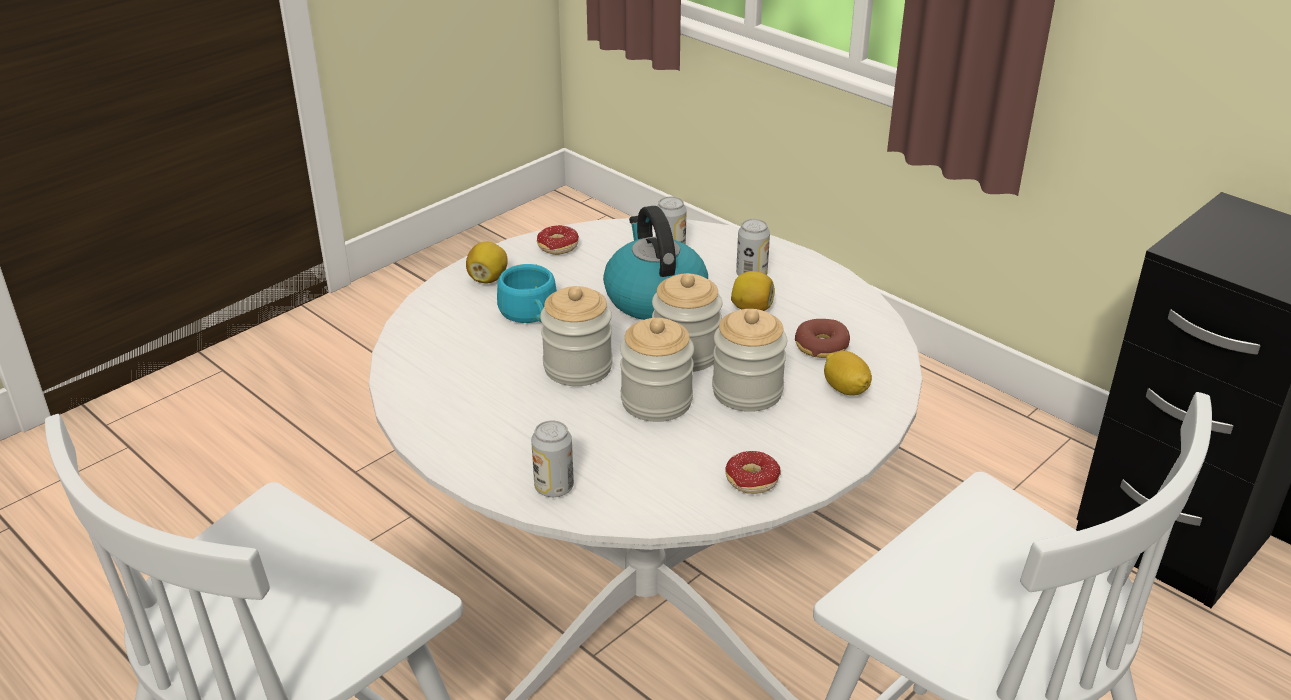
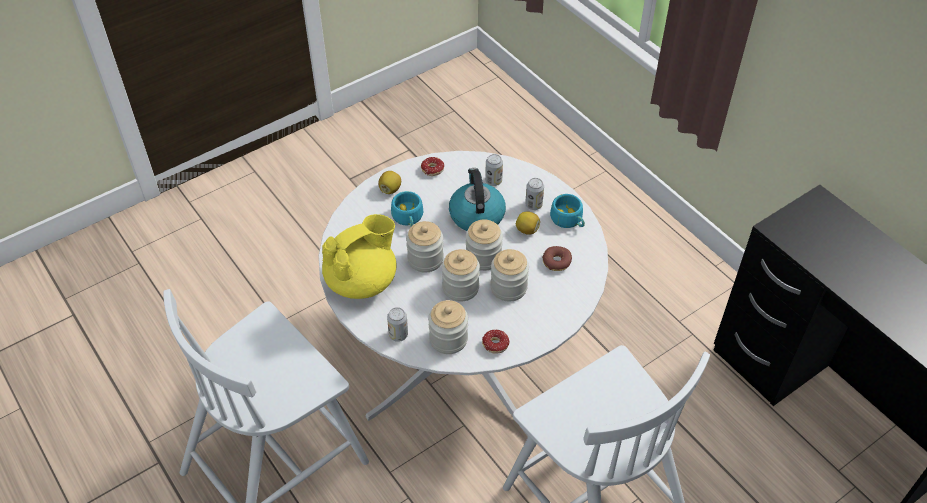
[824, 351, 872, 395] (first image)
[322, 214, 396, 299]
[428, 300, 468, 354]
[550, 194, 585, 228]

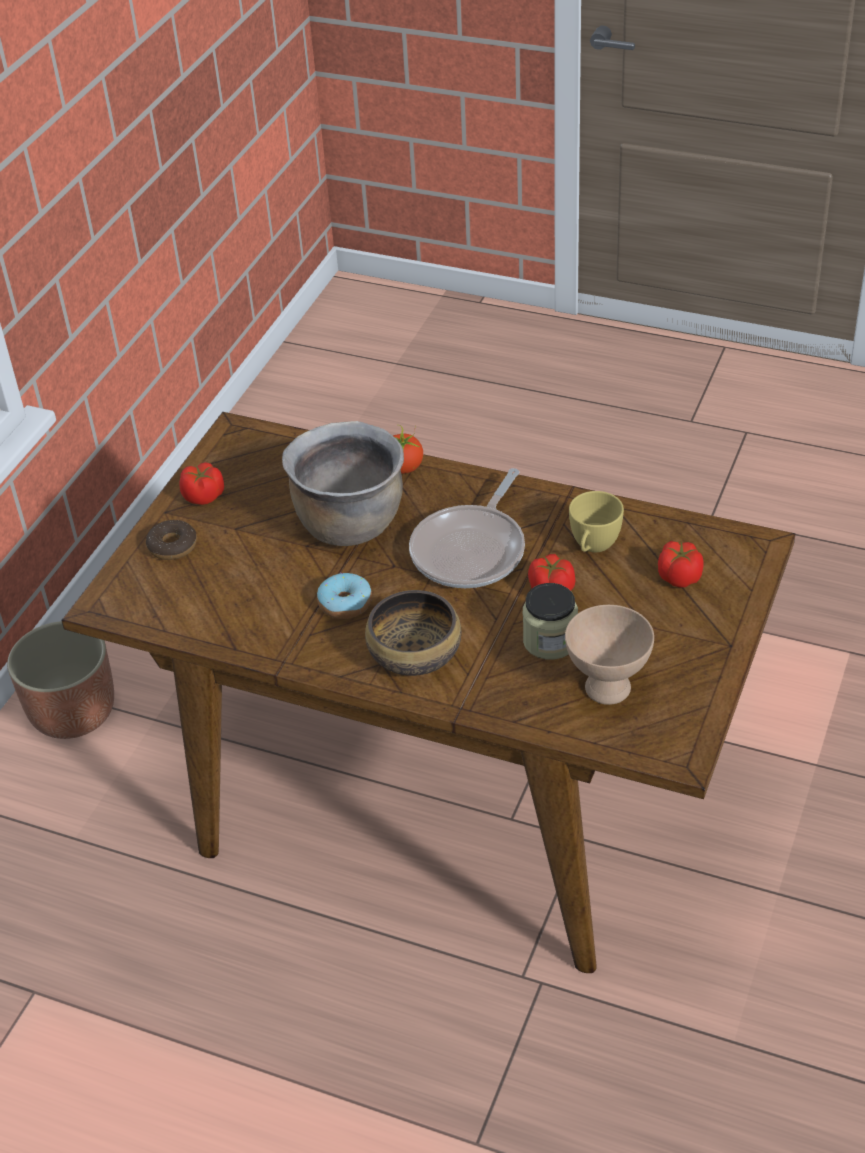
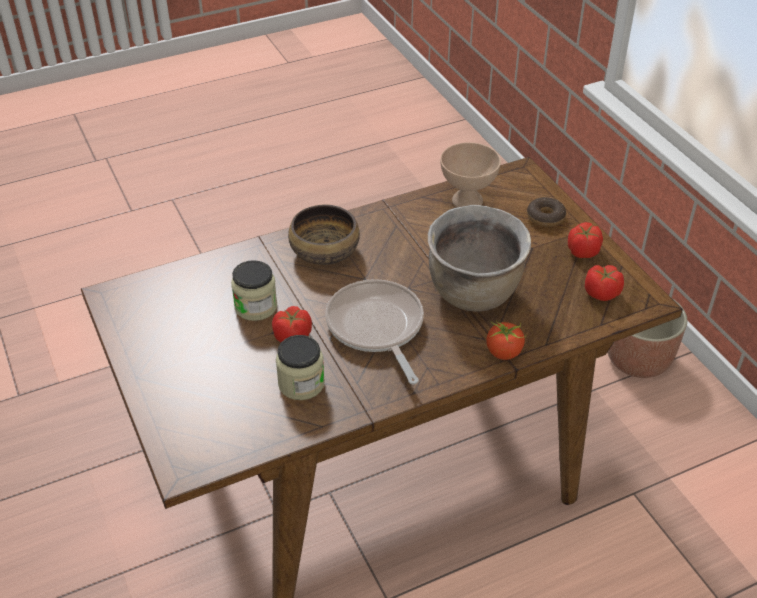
[317, 572, 372, 619] (first image)
[440, 142, 501, 207]
[585, 265, 624, 301]
[276, 335, 325, 400]

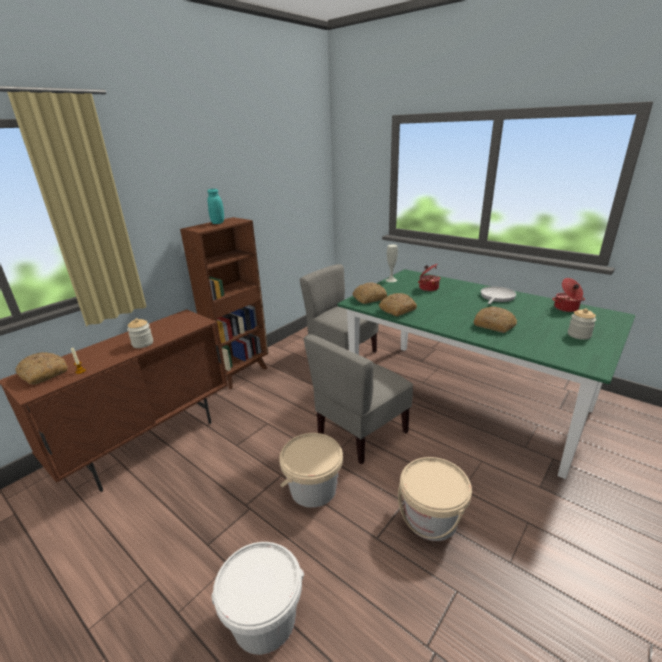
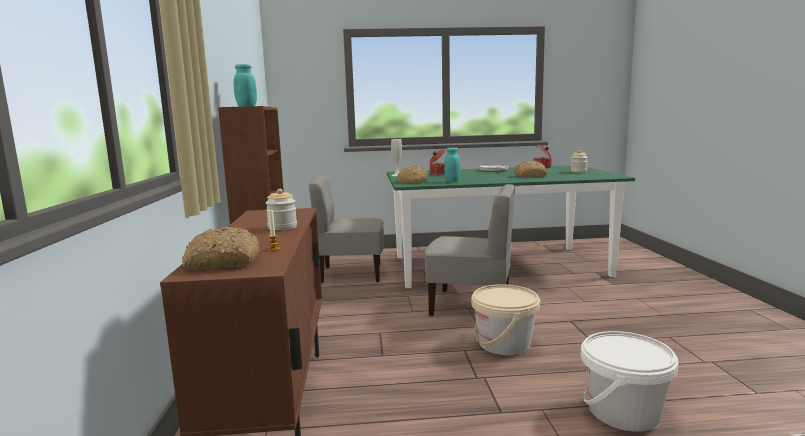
[398, 457, 472, 541] (first image)
[444, 147, 461, 182]
[425, 184, 515, 316]

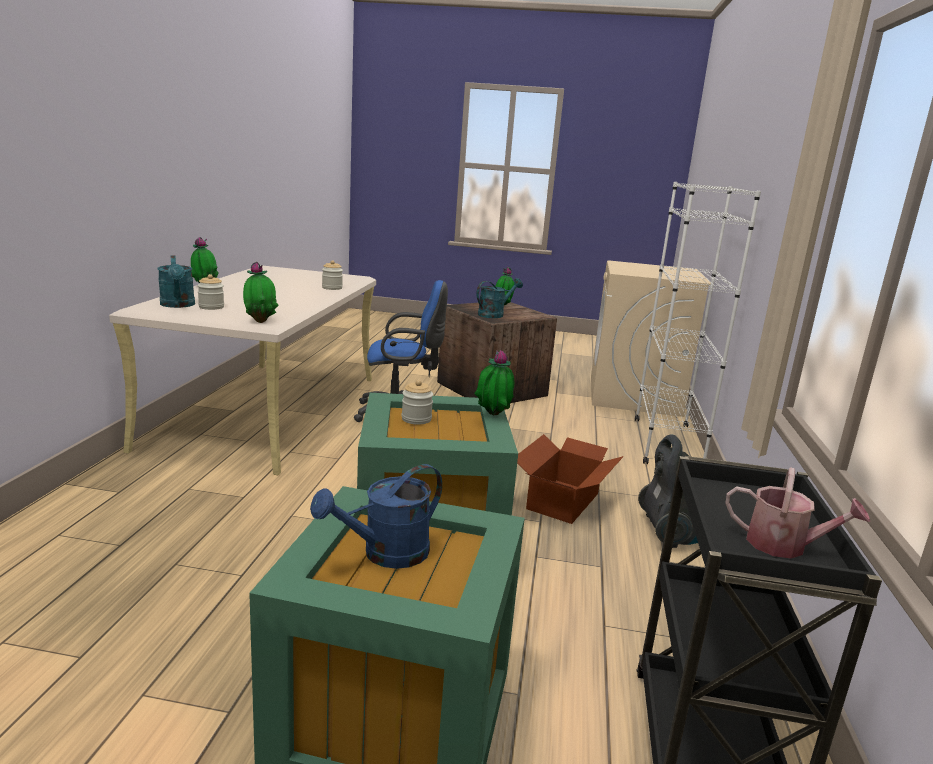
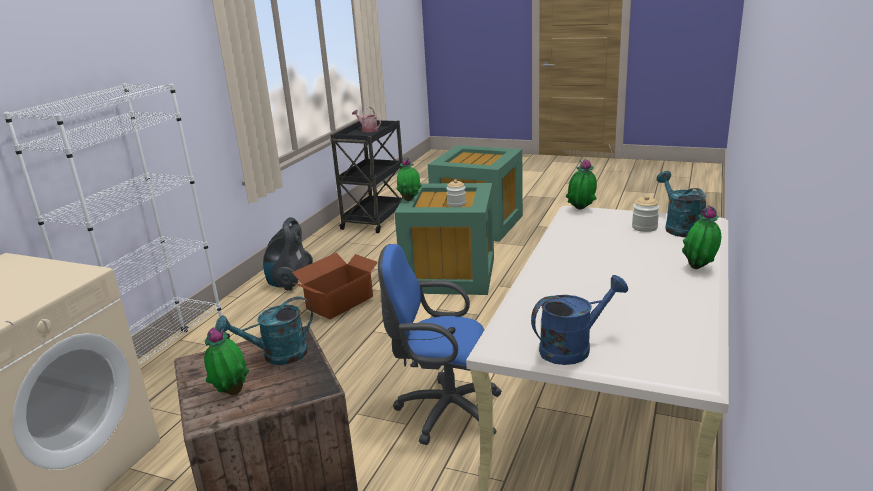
[322, 260, 343, 290] (first image)
[531, 275, 628, 365]

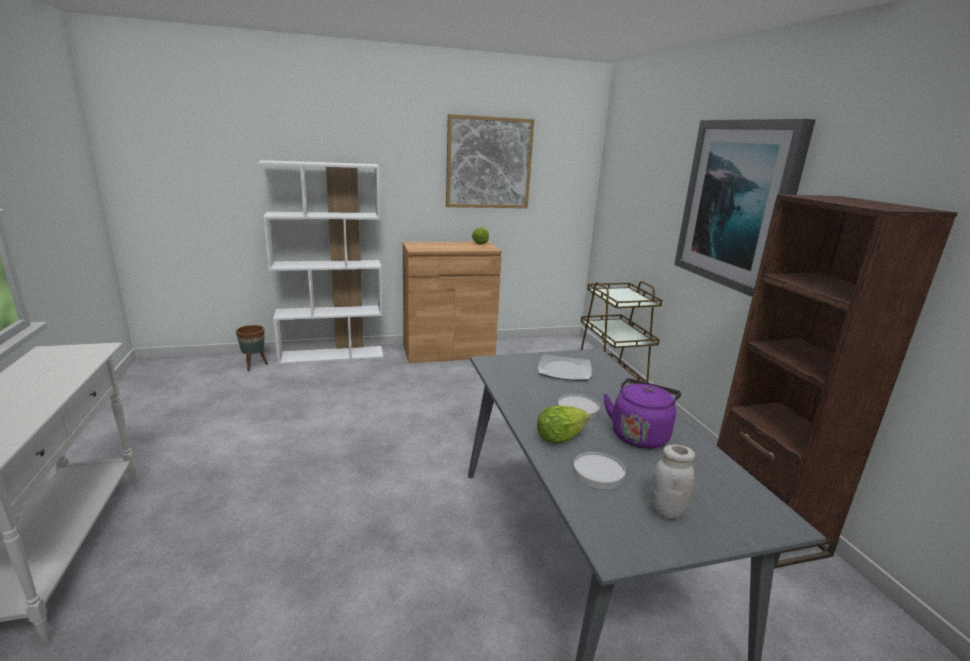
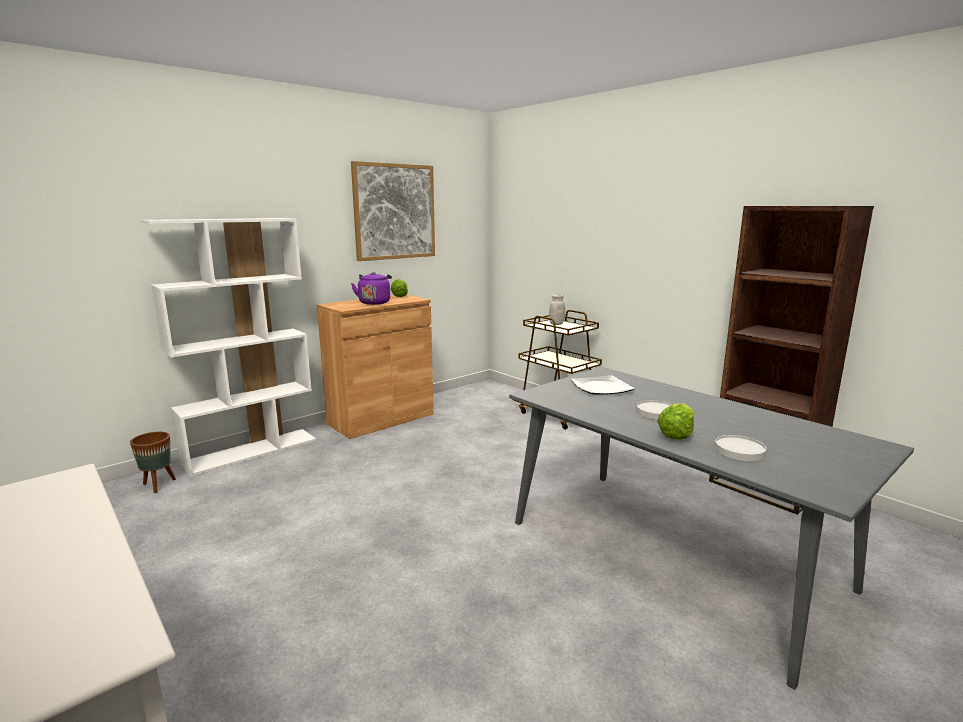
[674, 119, 815, 297] (first image)
[351, 272, 392, 305]
[549, 294, 565, 325]

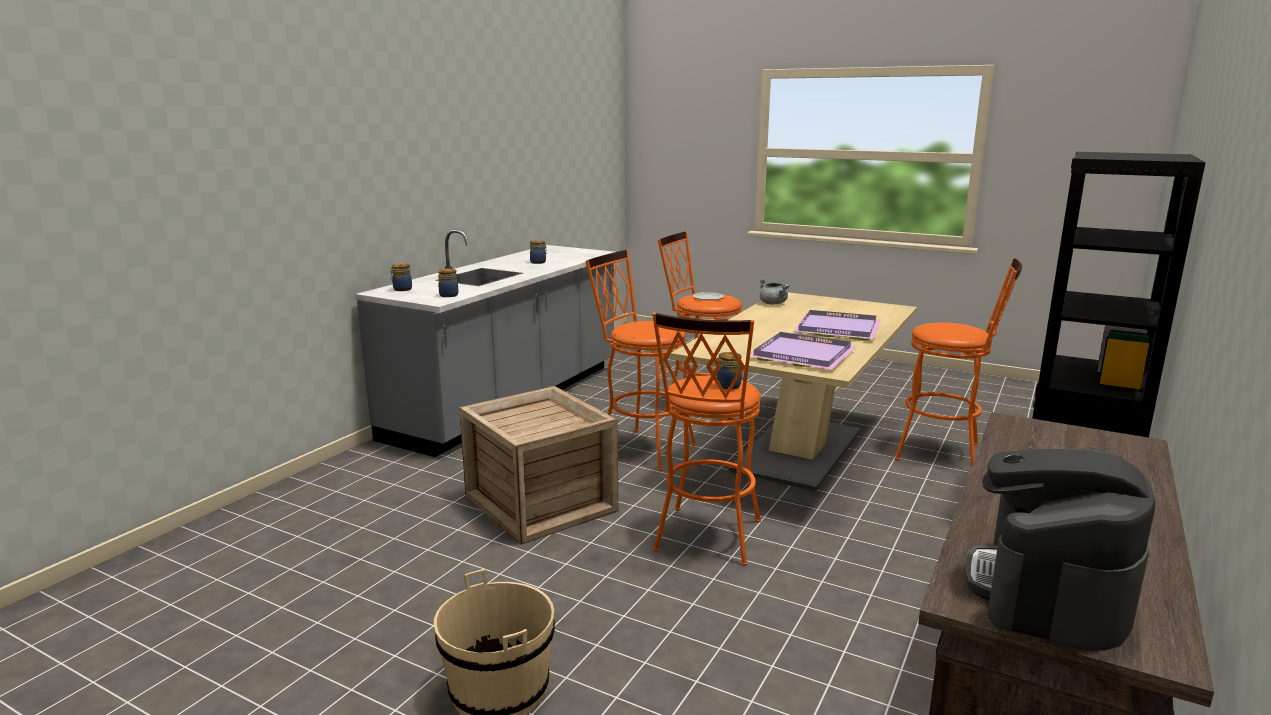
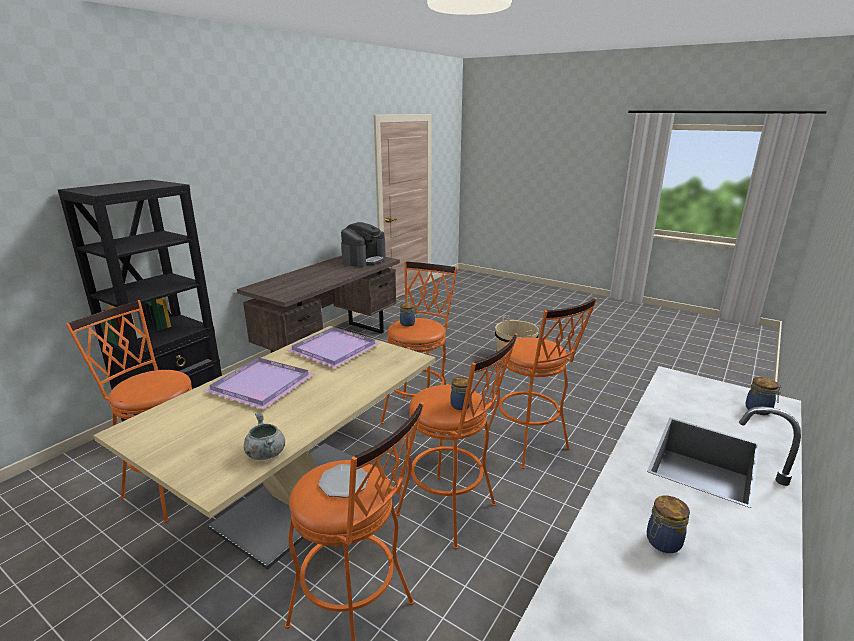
[450, 377, 471, 410]
[484, 298, 597, 469]

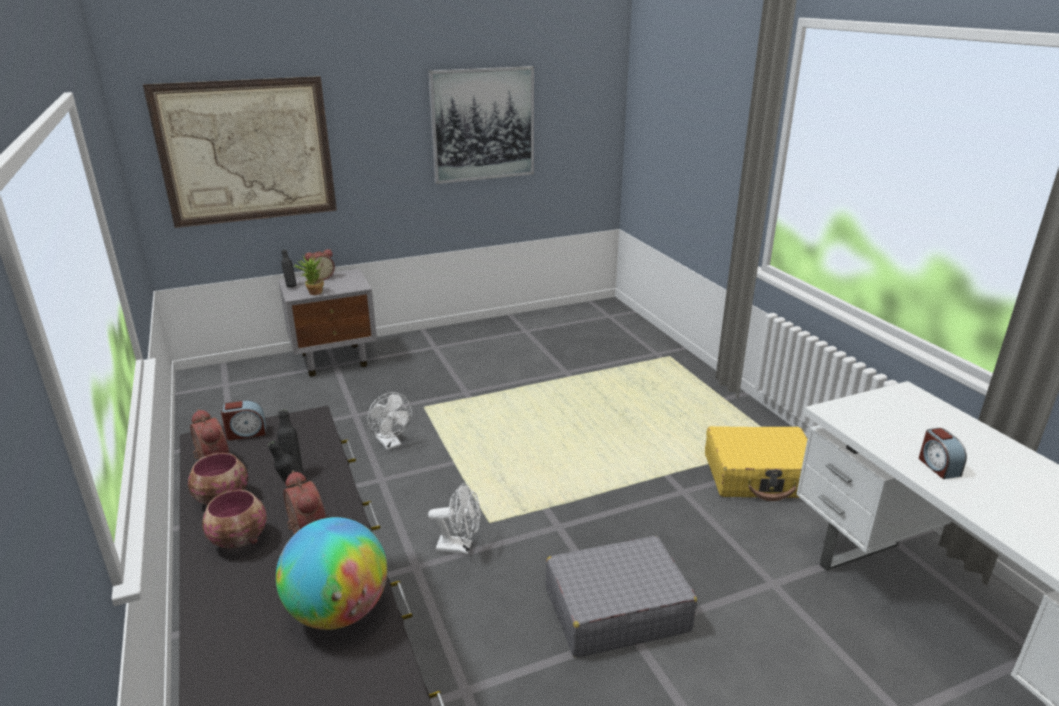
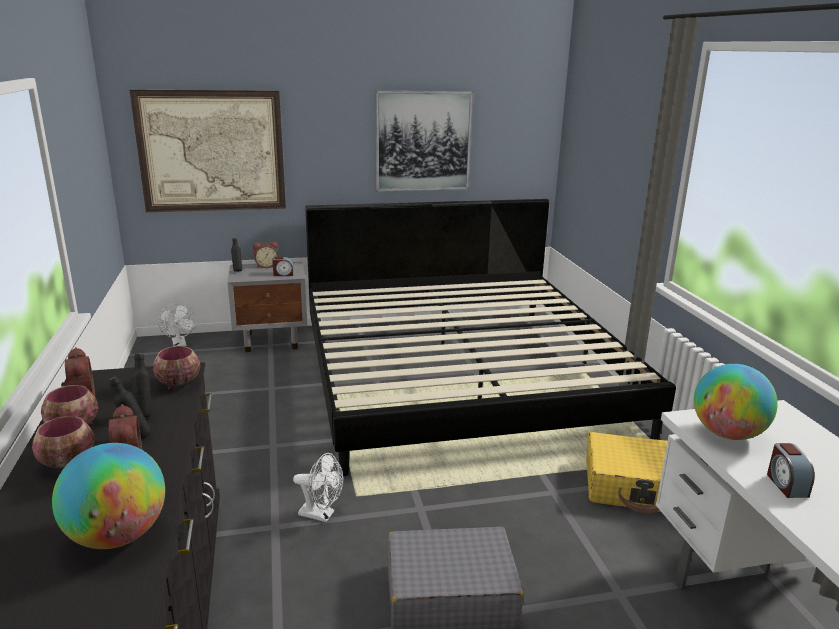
[293, 255, 324, 295] (first image)
[153, 346, 200, 390]
[305, 199, 676, 476]
[694, 364, 778, 440]
[272, 257, 294, 276]
[158, 303, 196, 346]

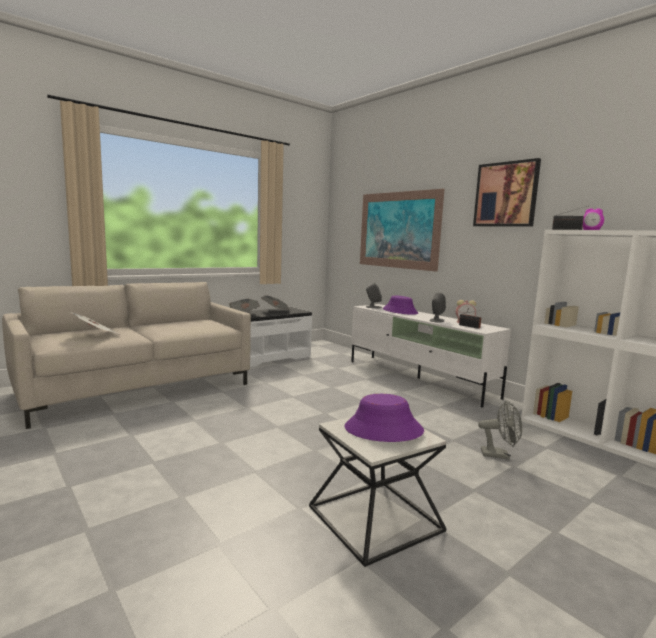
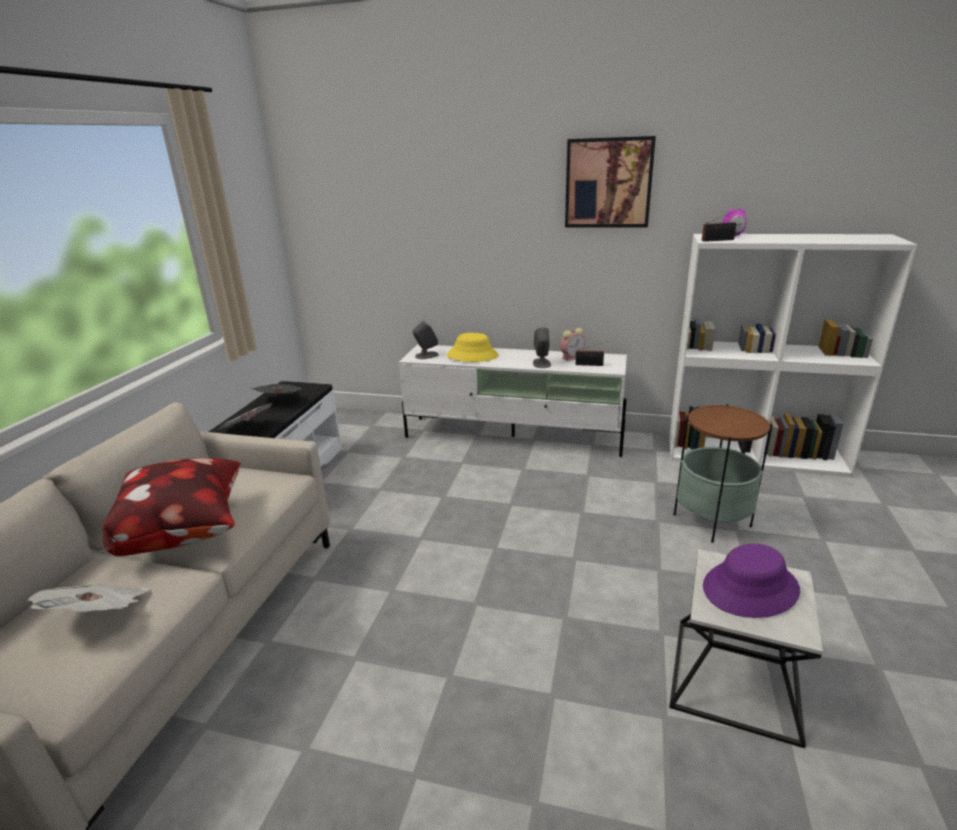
[360, 189, 444, 272] (first image)
[103, 458, 241, 556]
[674, 404, 772, 543]
[447, 333, 499, 362]

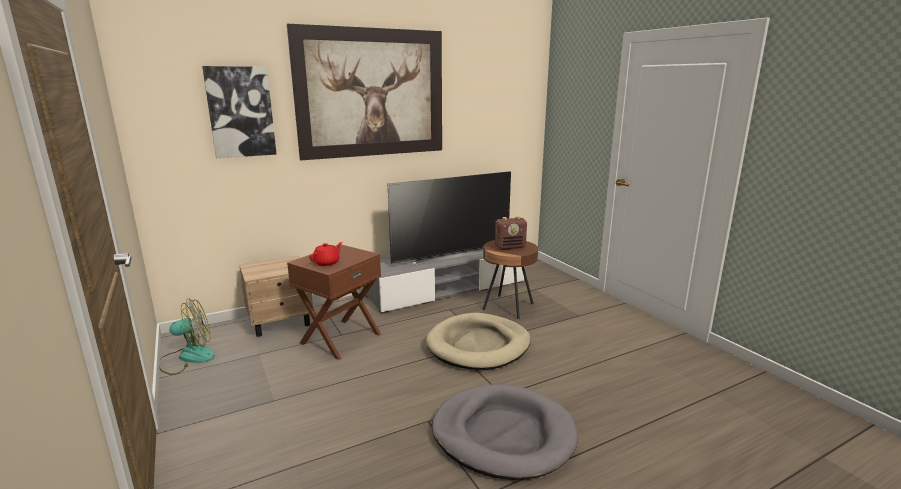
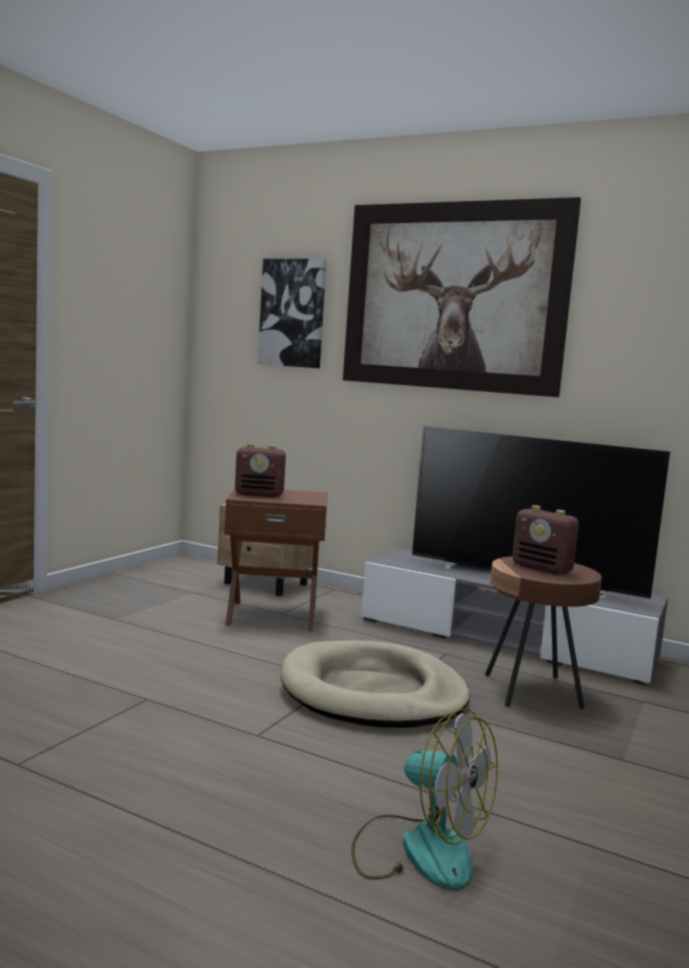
[432, 384, 578, 480] (first image)
[351, 709, 498, 891]
[235, 444, 286, 497]

